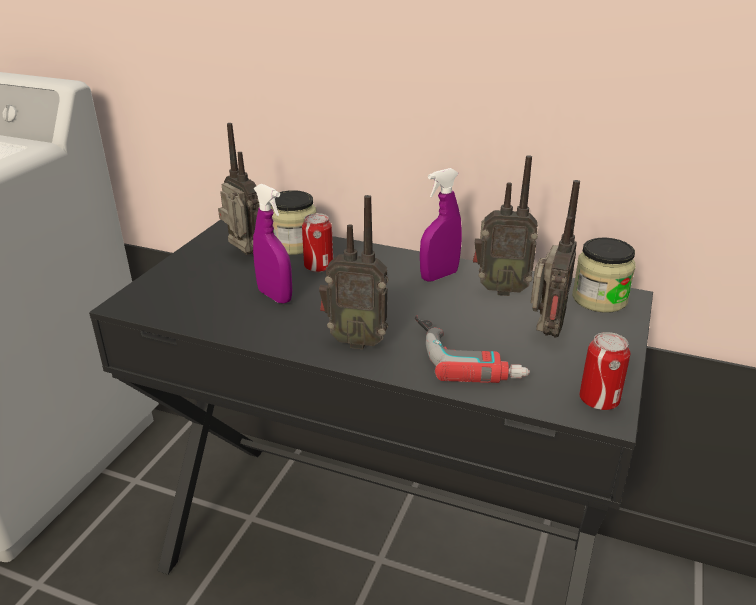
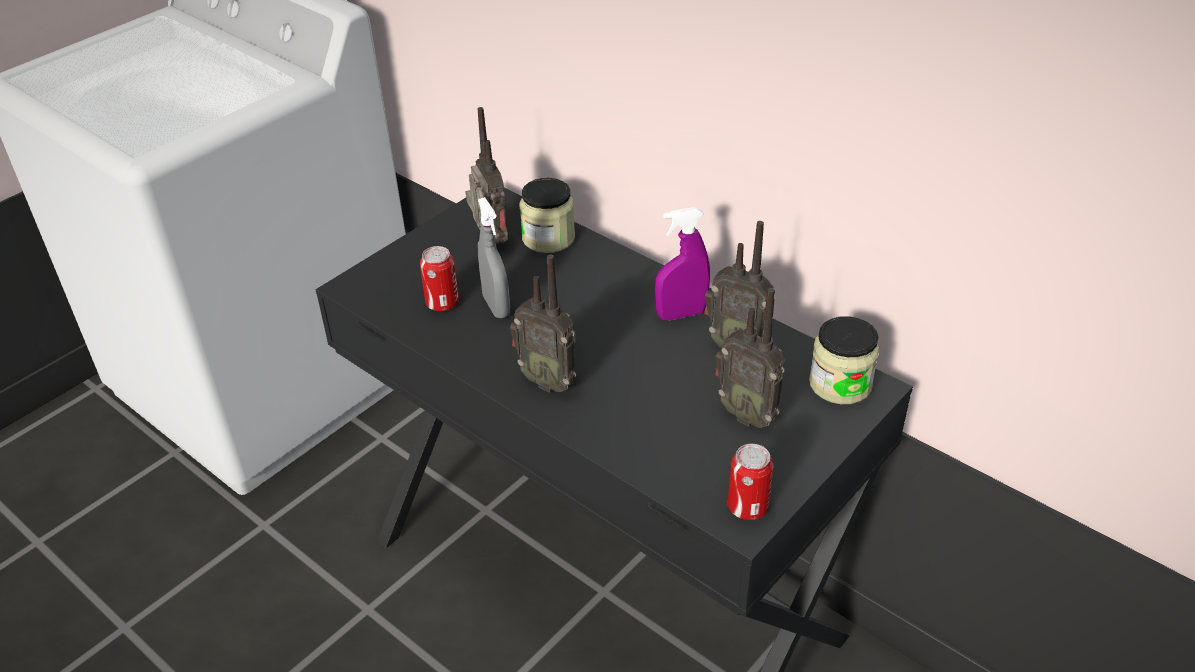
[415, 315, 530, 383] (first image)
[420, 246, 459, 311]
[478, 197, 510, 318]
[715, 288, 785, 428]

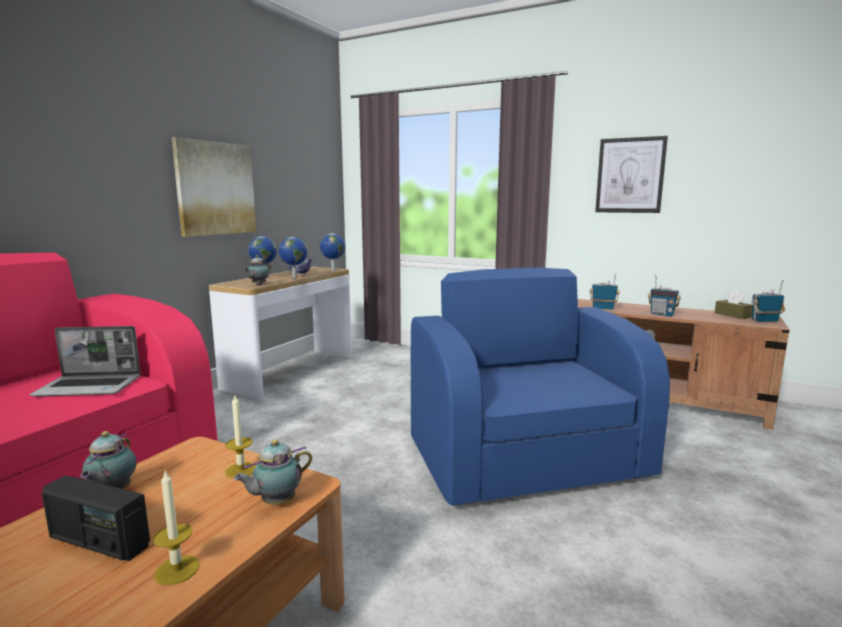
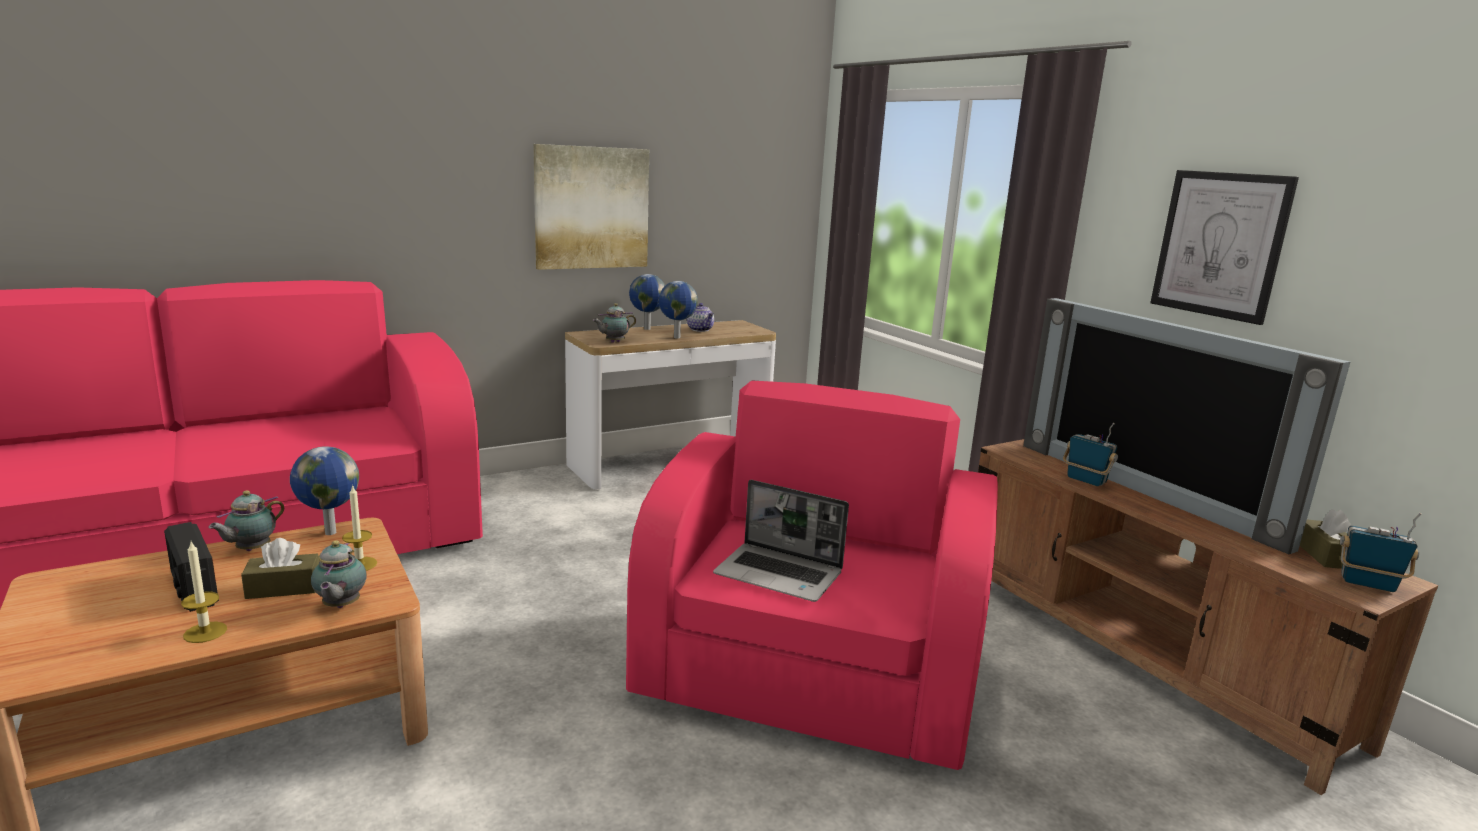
[648, 275, 681, 316] (first image)
[241, 538, 319, 599]
[1023, 298, 1350, 554]
[713, 480, 849, 602]
[290, 446, 359, 535]
[626, 380, 998, 770]
[311, 540, 367, 608]

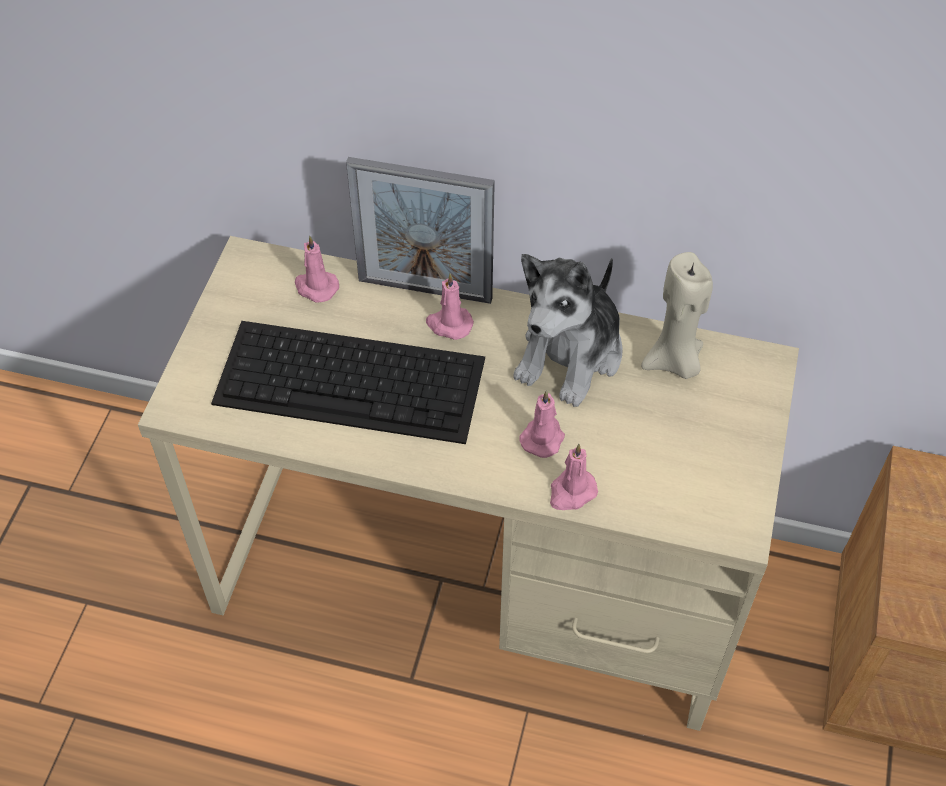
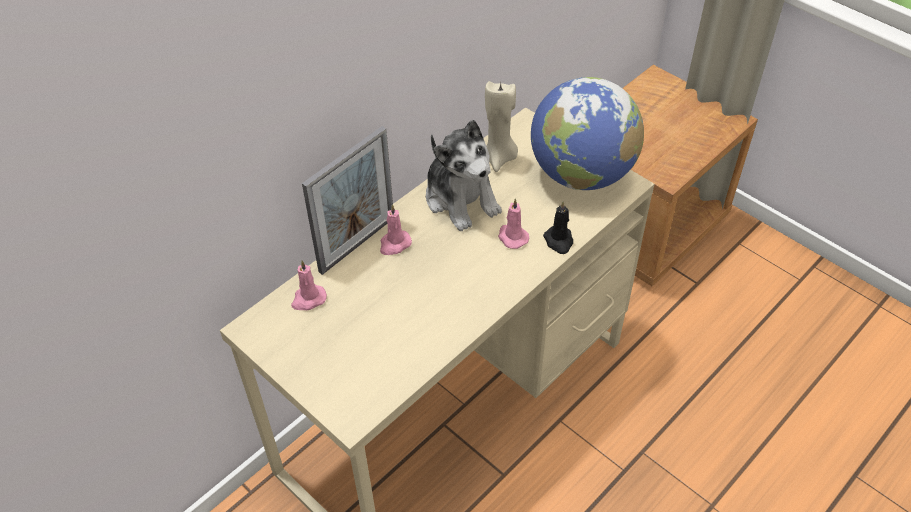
[211, 321, 485, 444] (first image)
[531, 77, 644, 190]
[543, 201, 573, 254]

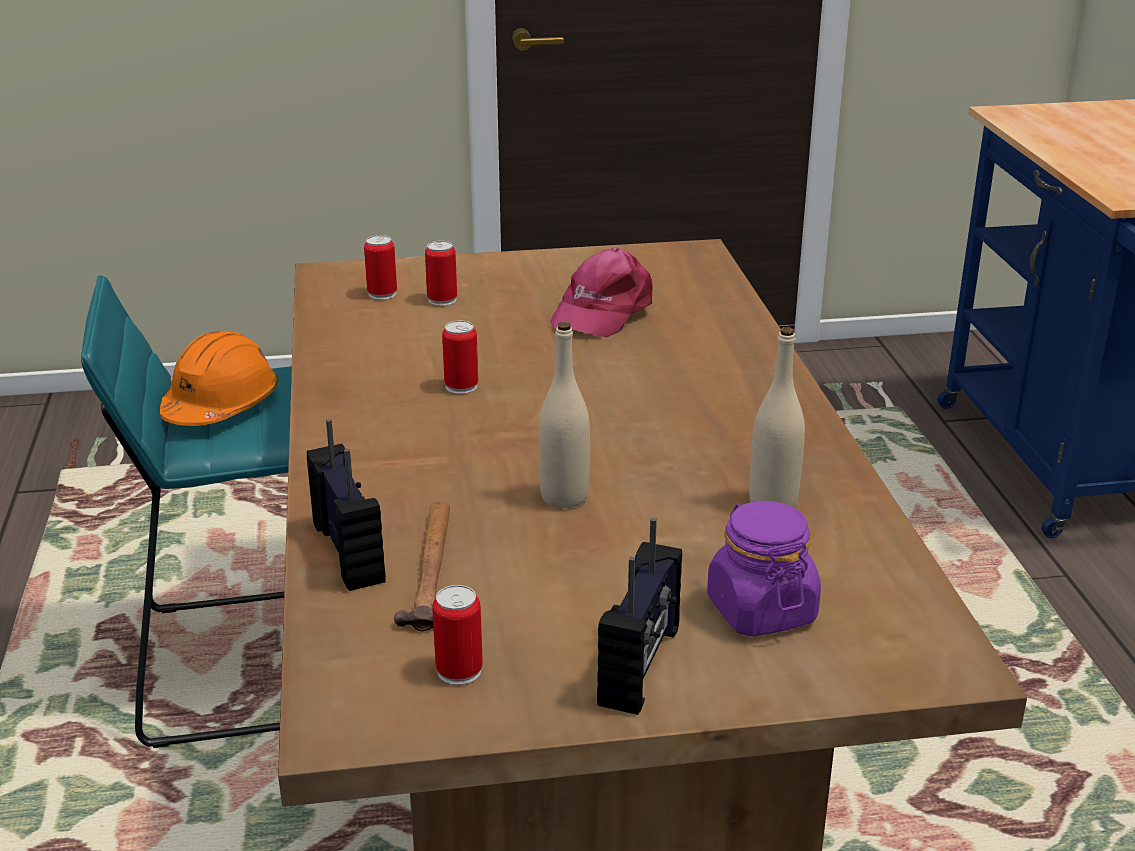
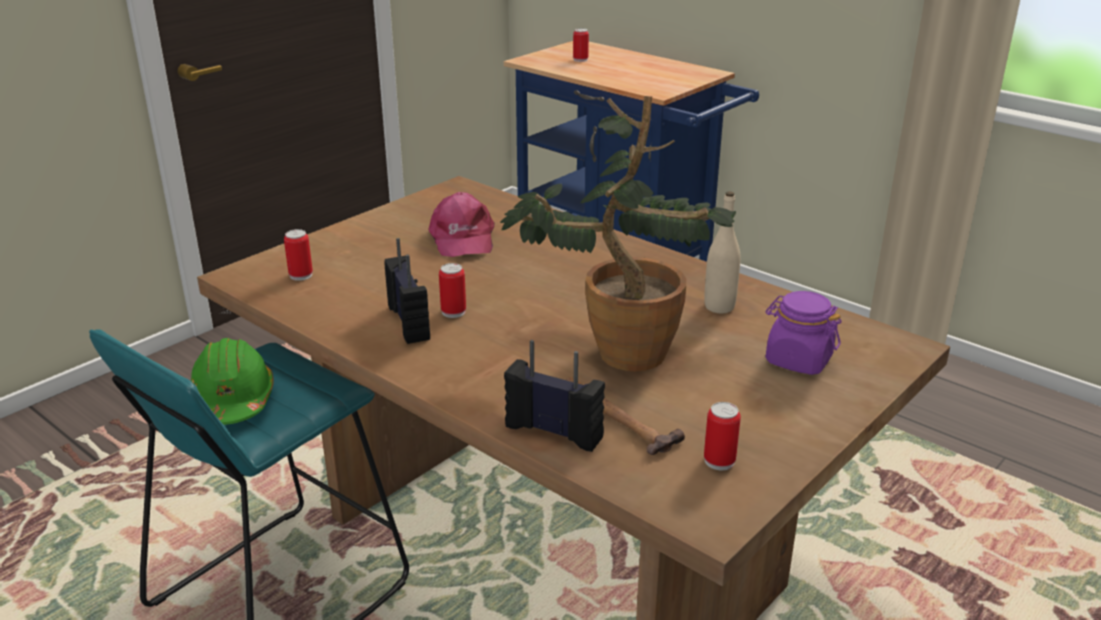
[573, 28, 589, 62]
[385, 238, 430, 344]
[500, 96, 736, 372]
[190, 338, 274, 425]

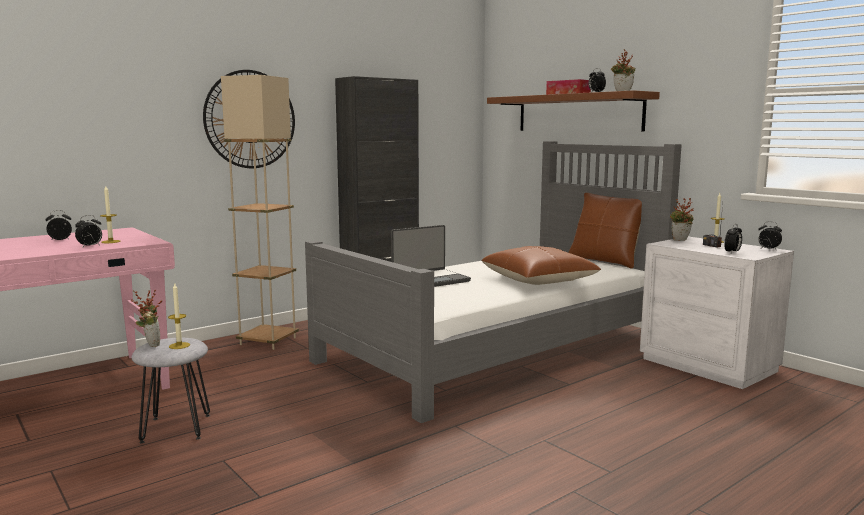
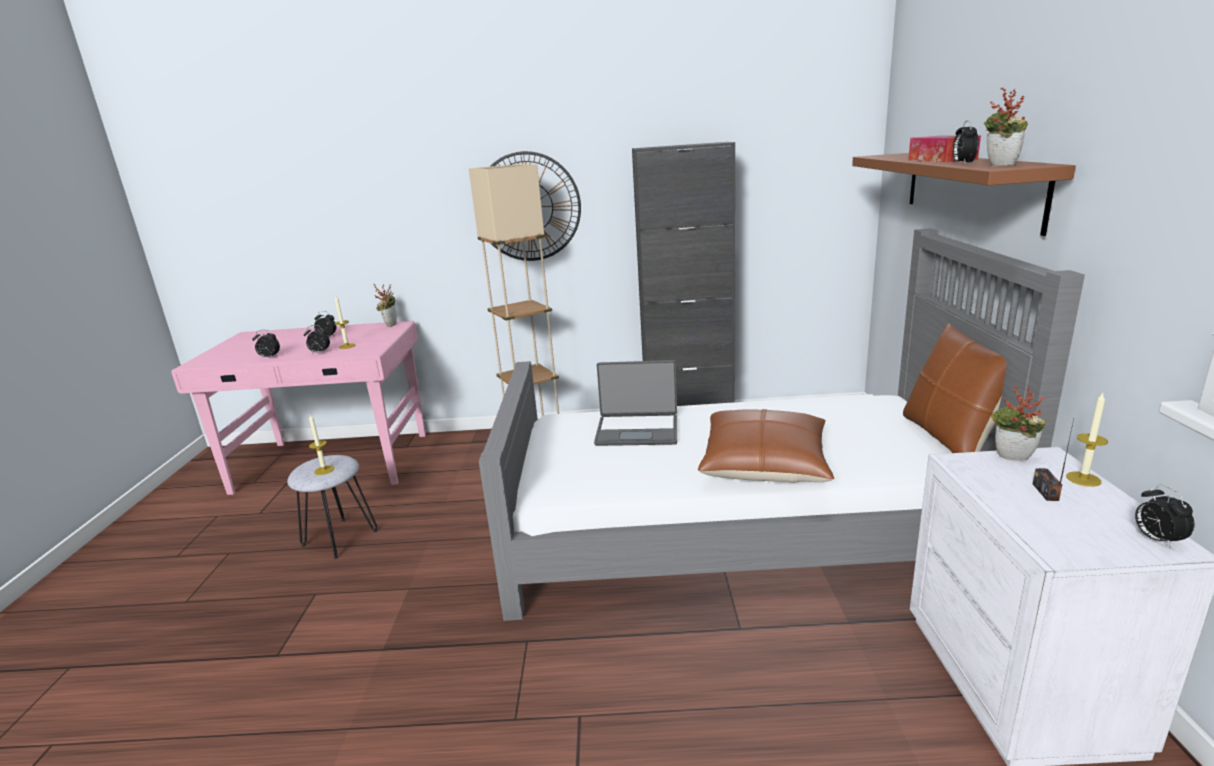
[374, 285, 397, 327]
[252, 330, 280, 358]

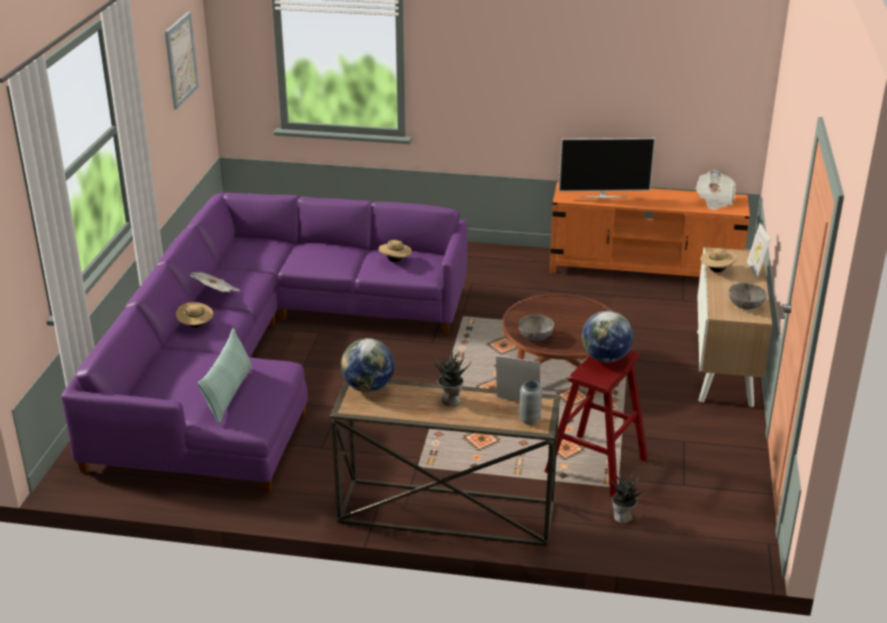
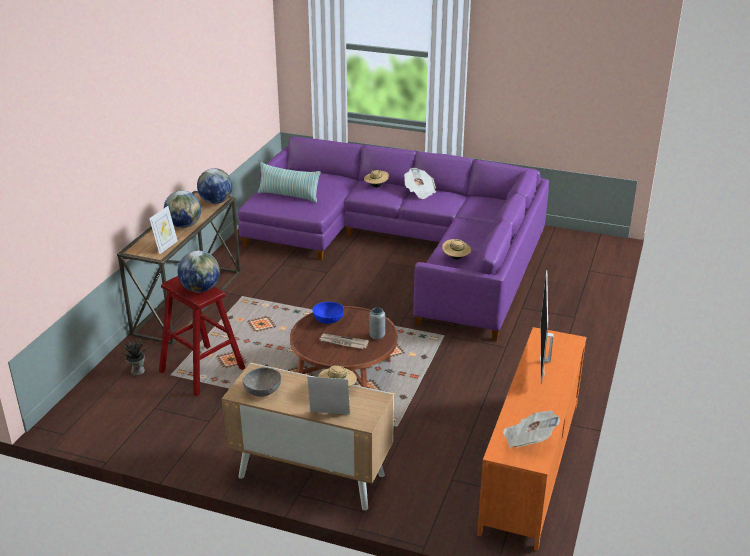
[165, 12, 199, 109] (first image)
[320, 334, 369, 349]
[369, 308, 385, 340]
[164, 191, 201, 228]
[313, 302, 344, 324]

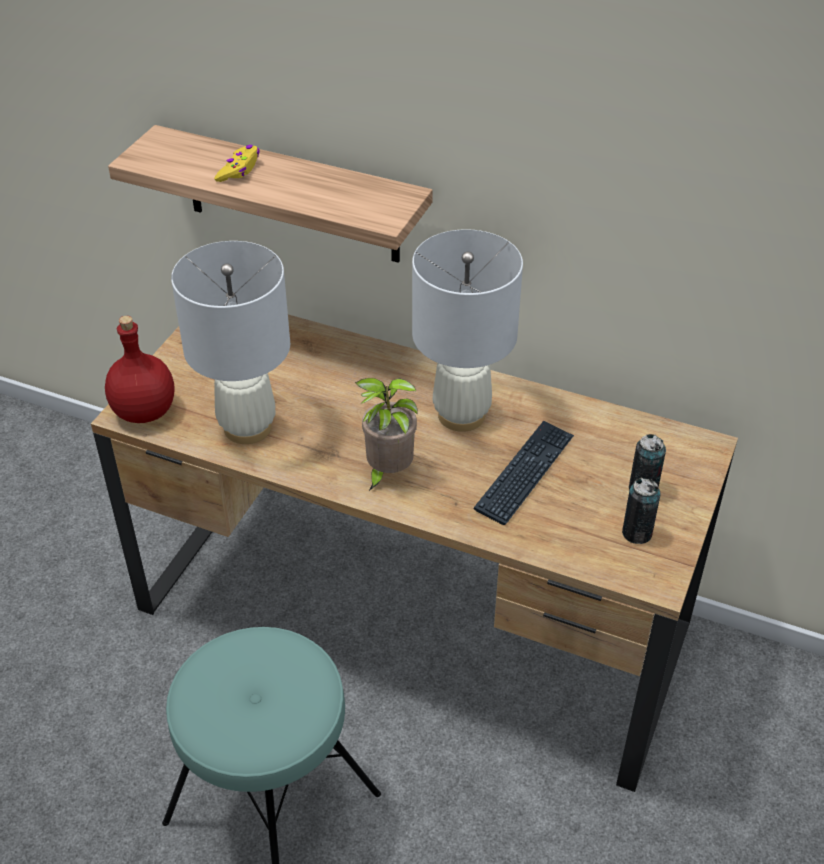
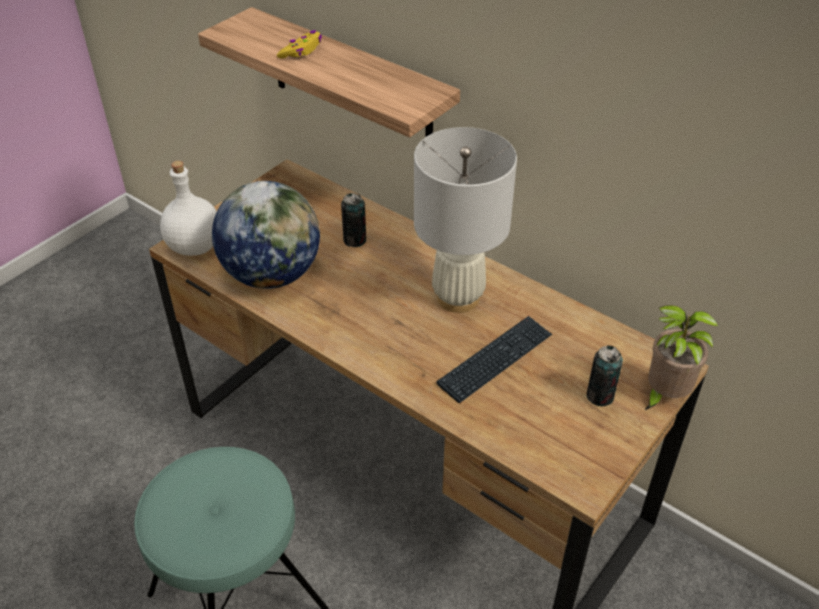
[645, 305, 718, 410]
[341, 193, 366, 247]
[212, 181, 320, 289]
[160, 161, 217, 256]

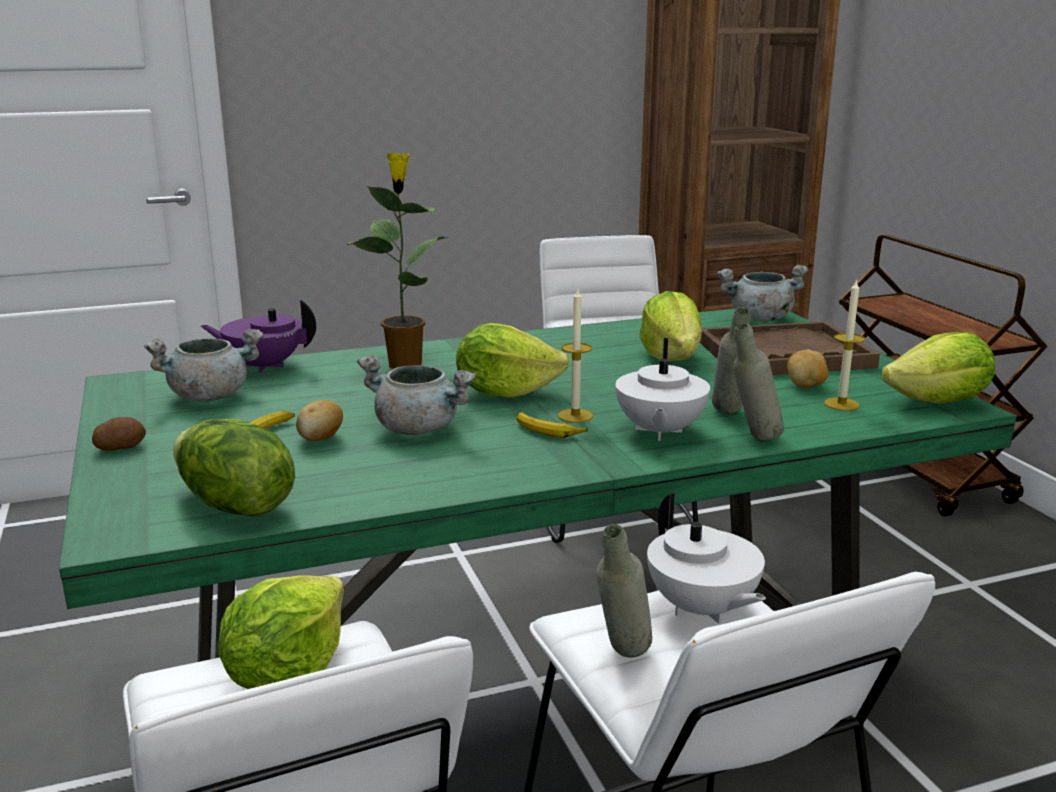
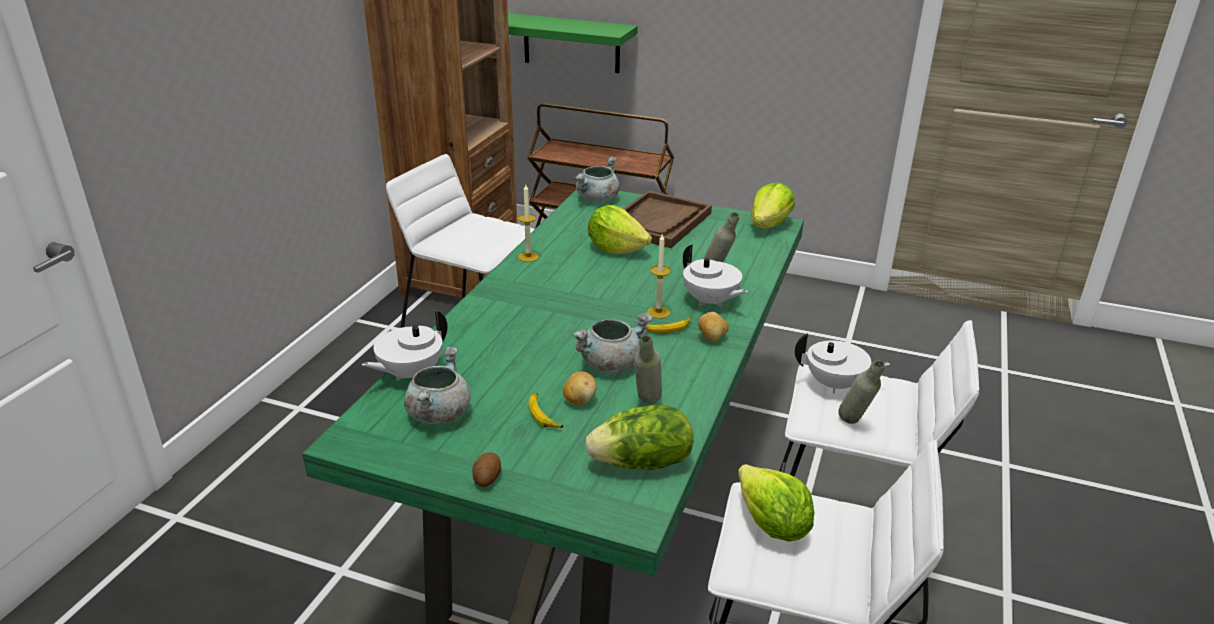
[347, 153, 448, 369] (first image)
[456, 323, 569, 398] (first image)
[508, 13, 638, 73]
[634, 335, 662, 404]
[698, 312, 729, 342]
[518, 184, 539, 262]
[362, 310, 447, 381]

